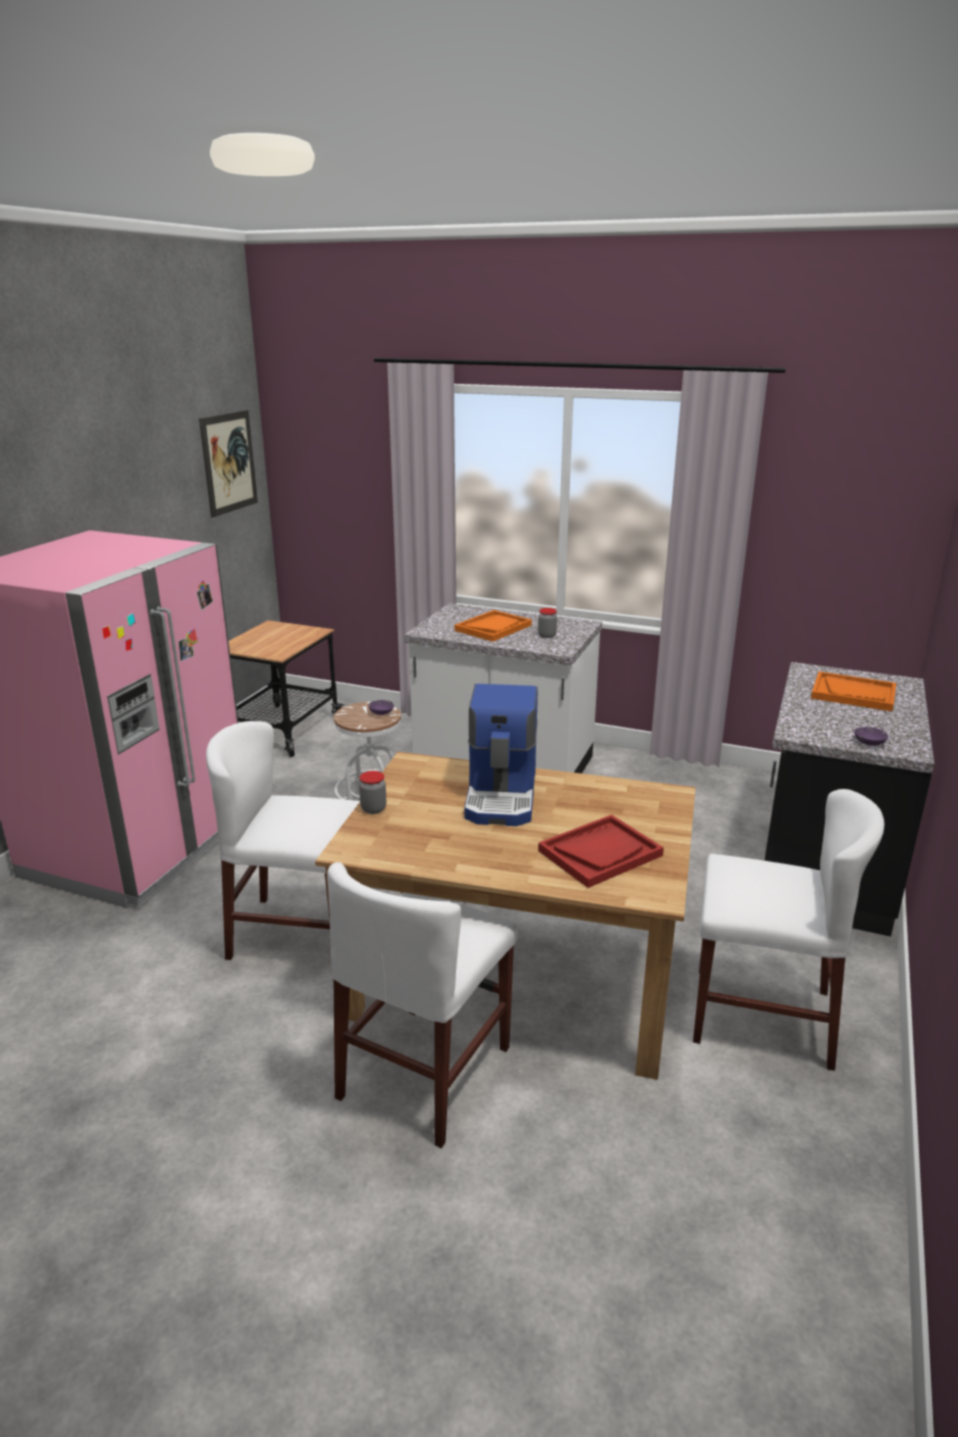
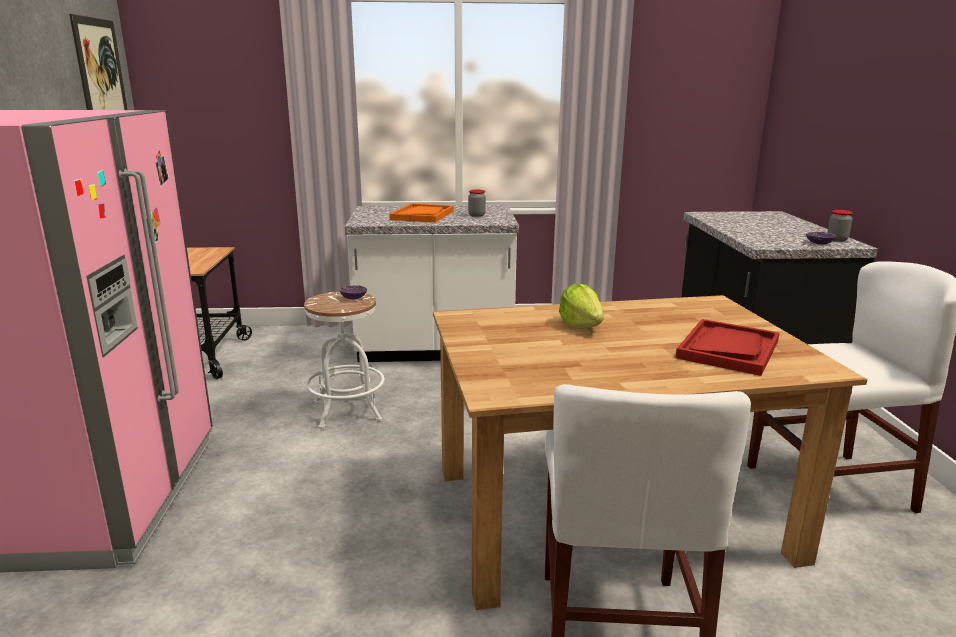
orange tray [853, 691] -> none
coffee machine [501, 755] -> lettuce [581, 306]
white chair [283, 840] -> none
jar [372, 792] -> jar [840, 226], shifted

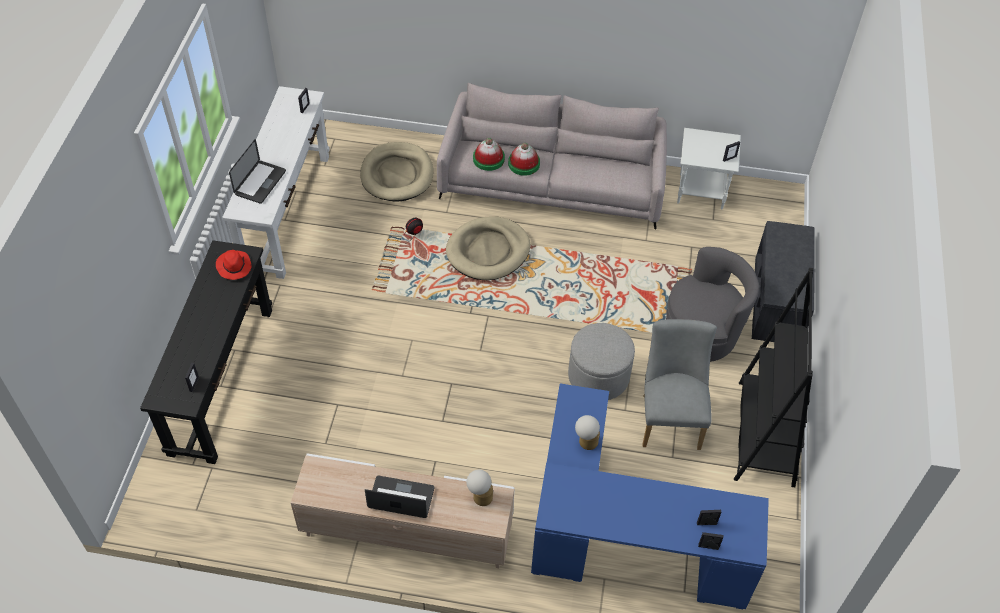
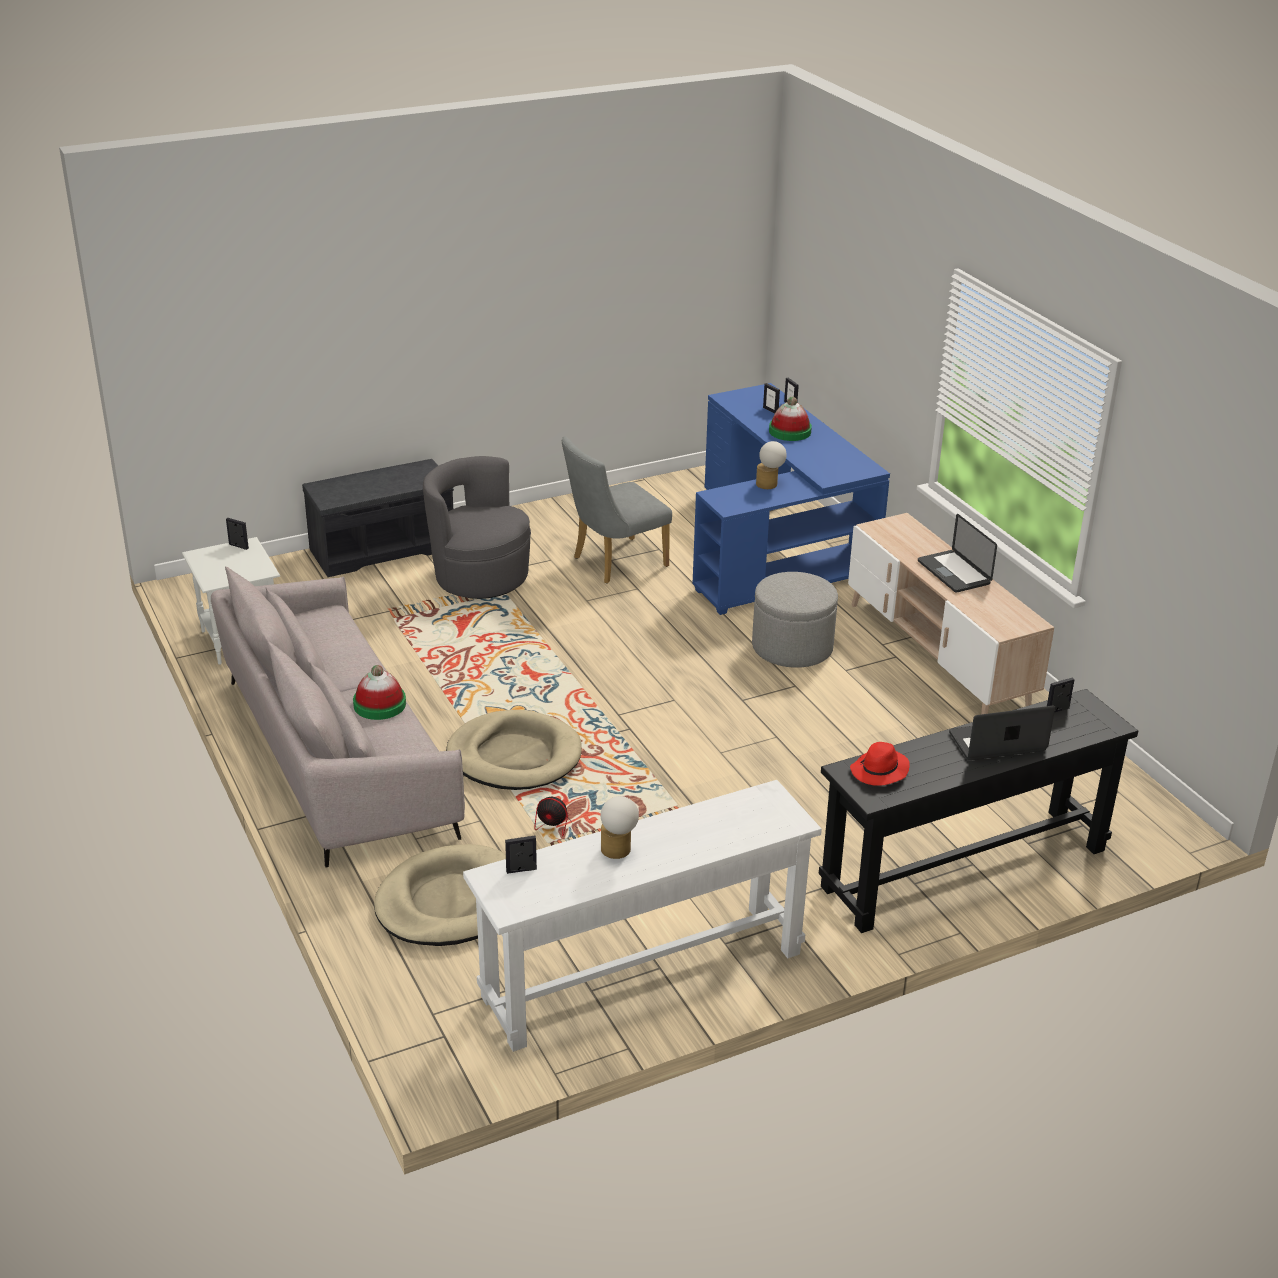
hat [489, 154] -> hat [790, 419], shifted
laptop [257, 171] -> laptop [1002, 733], shifted
black bookcase [773, 377] -> none
grey ottoman [601, 361] -> grey ottoman [795, 620], shifted
table lamp [479, 488] -> table lamp [620, 827], shifted

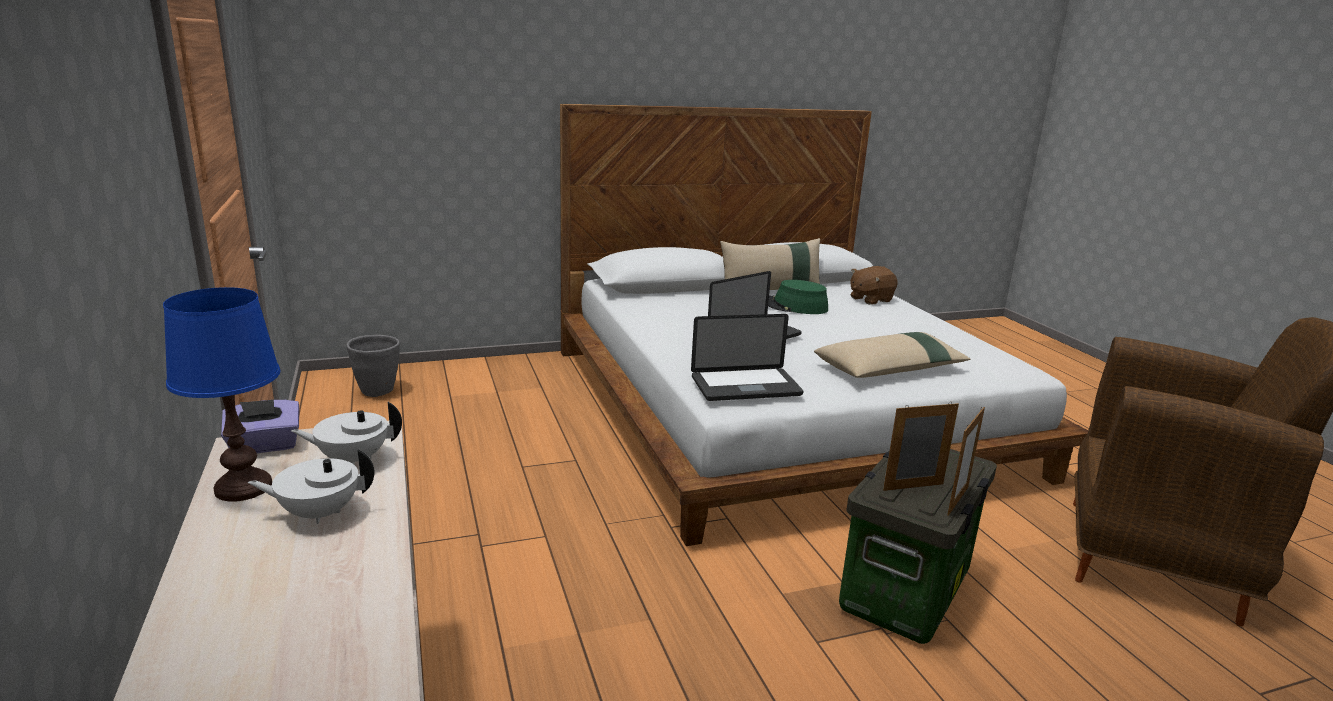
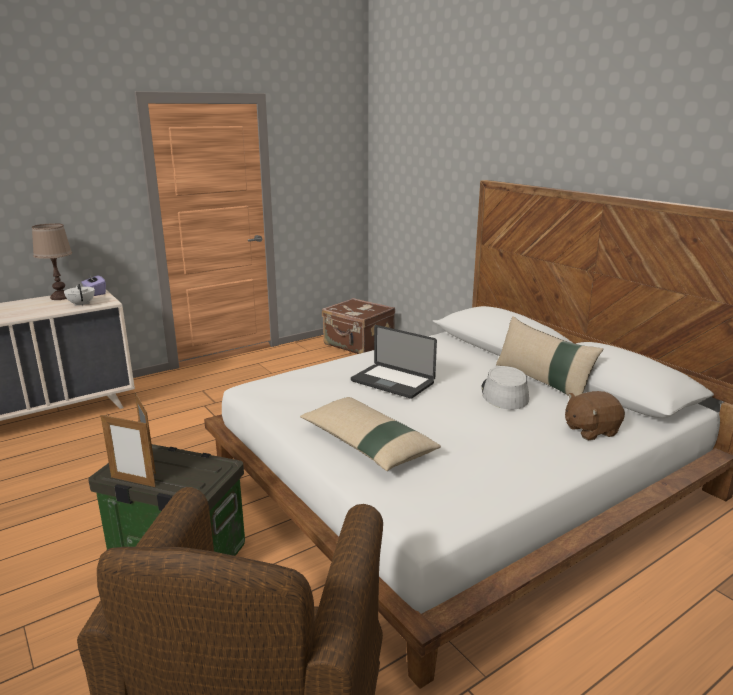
brown plush toy [874, 285] -> brown plush toy [595, 415], 60 degrees counterclockwise
green hat [798, 297] -> grey hat [505, 388]
blue table lamp [221, 394] -> brown table lamp [52, 261]
laptop [747, 357] -> none
grey planter [373, 366] -> brown suitcase [358, 326]
white teapot [311, 486] -> none

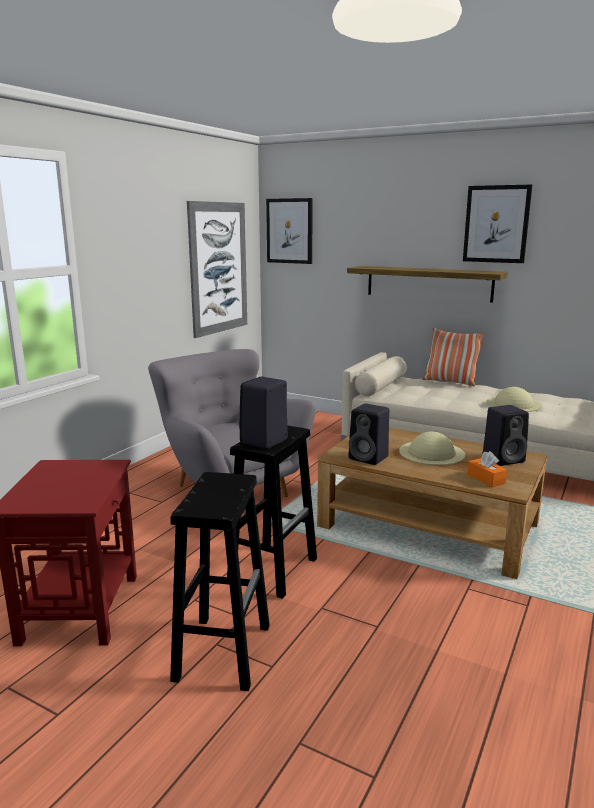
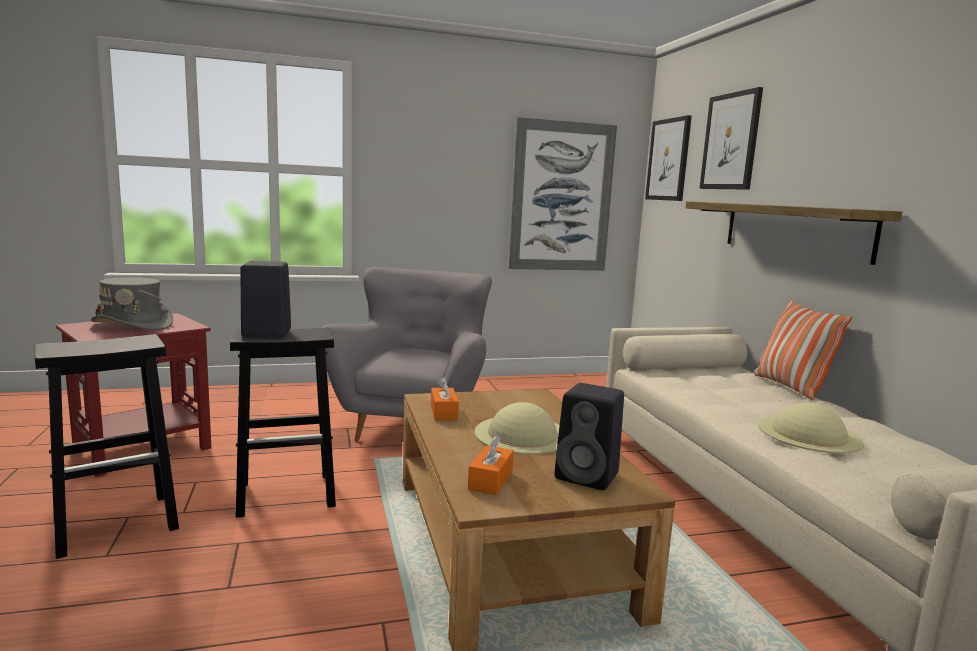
picture [497, 223] -> picture [731, 138], shifted
black speaker [369, 434] -> orange tissue box [445, 398]
none -> grey hat [132, 303]

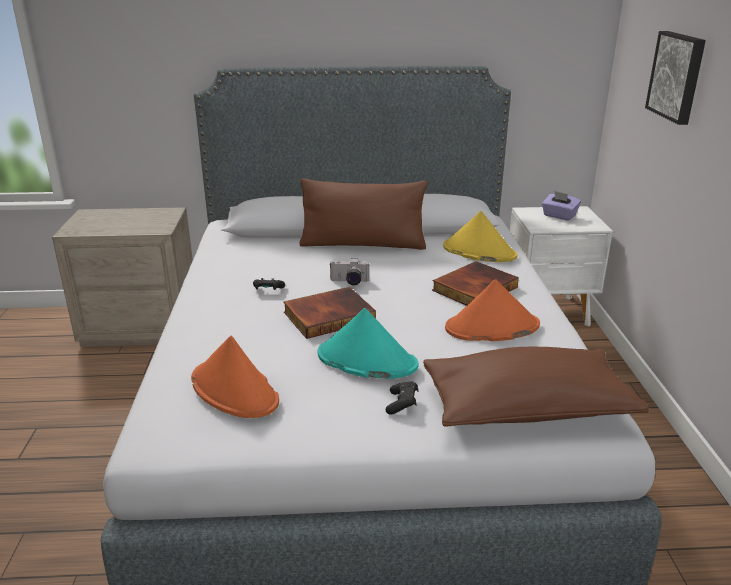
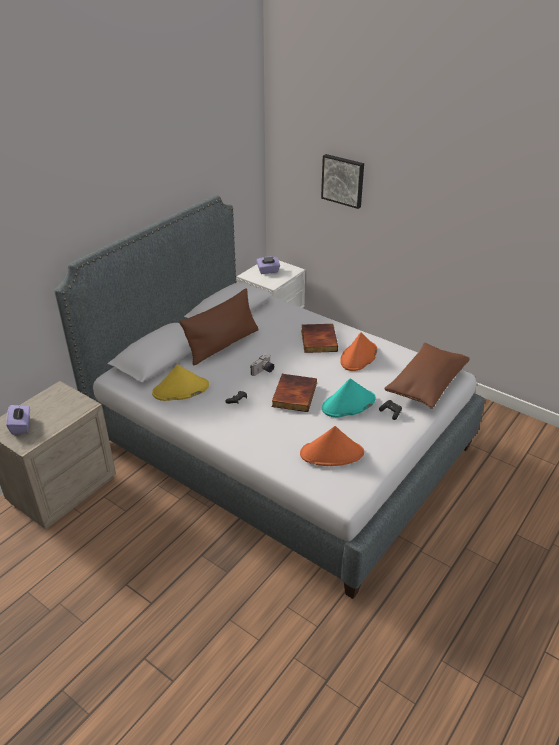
yellow hat [480, 236] -> yellow hat [180, 382], shifted
none -> purple tissue box [18, 419]

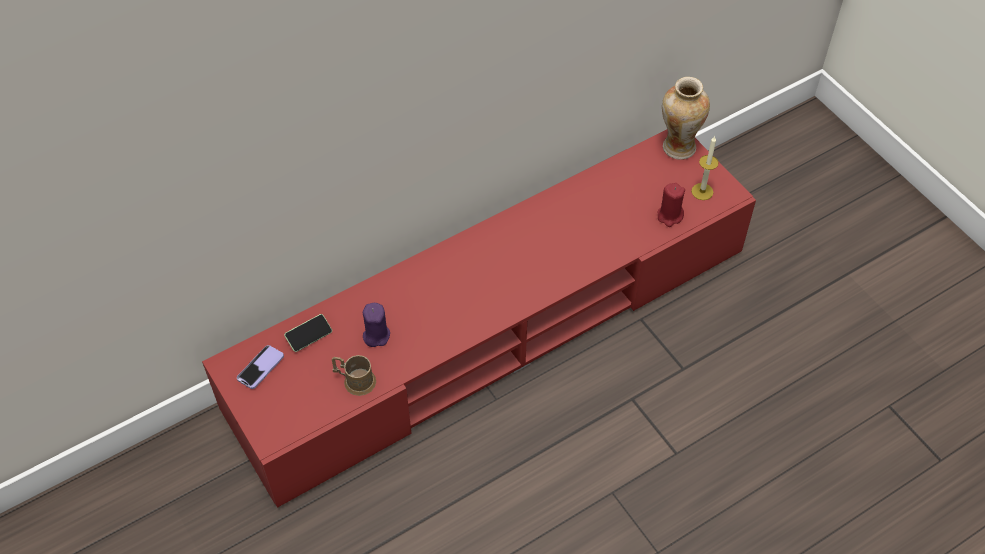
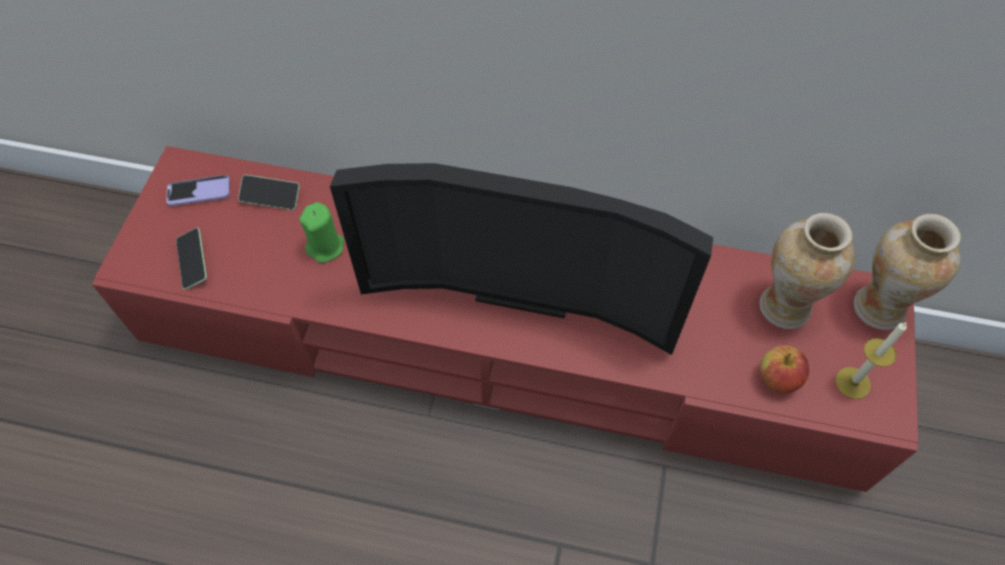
red candle [671, 205] -> apple [784, 369]
purple candle [376, 325] -> green candle [321, 232]
brown mug [354, 375] -> none
none -> television [521, 259]
none -> vase [807, 271]
none -> phone [191, 259]

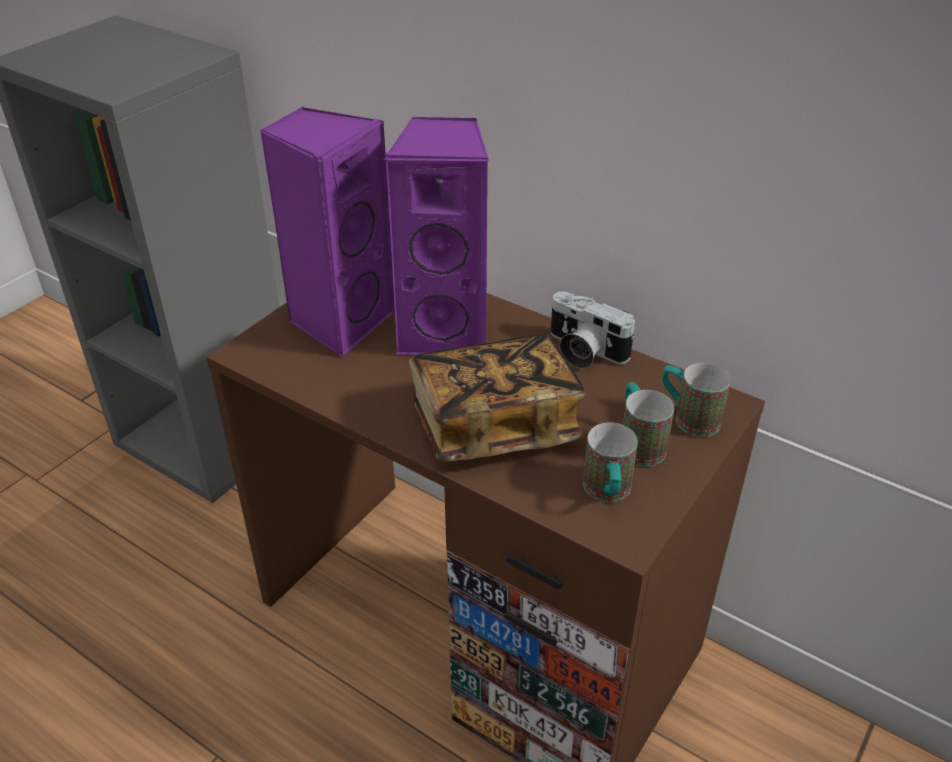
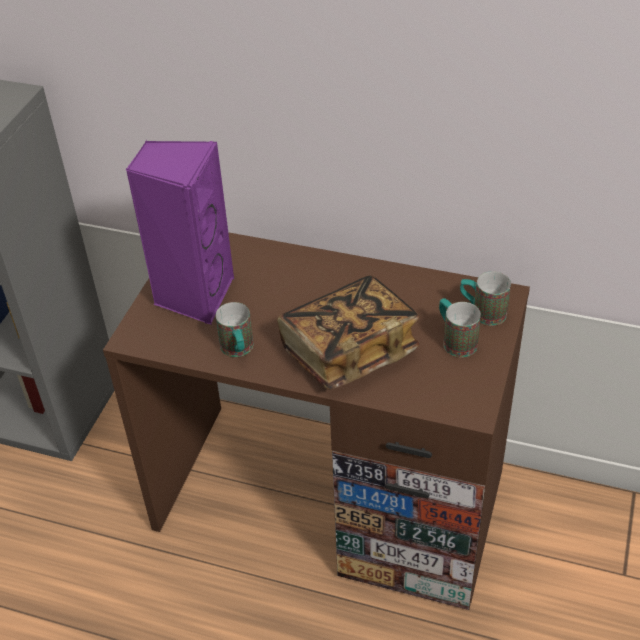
purple speaker [436, 236] -> none
photo camera [593, 330] -> none
mug [610, 462] -> mug [234, 329], shifted

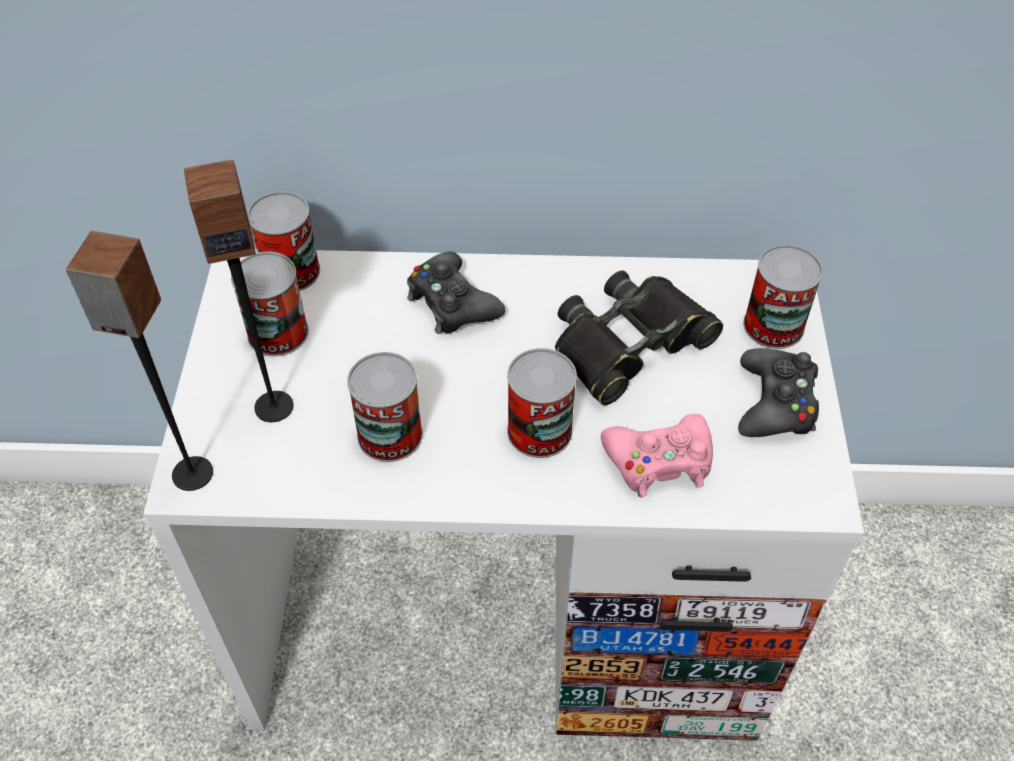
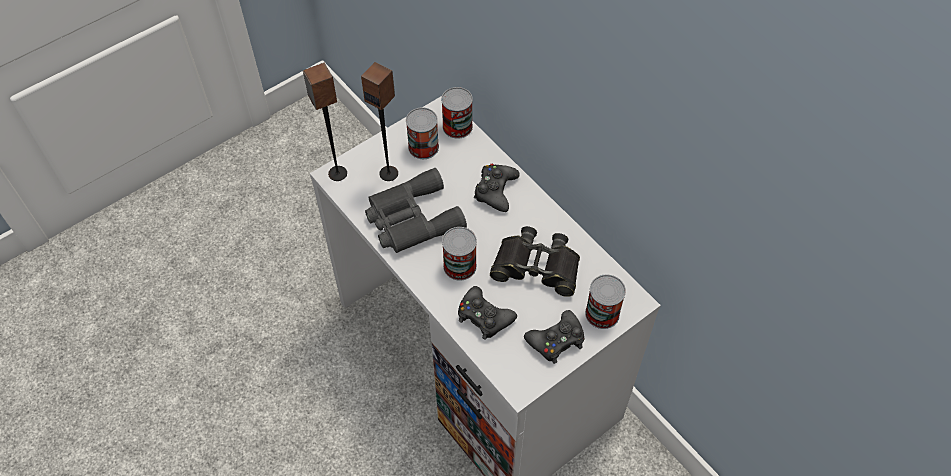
can [385, 407] -> grey binoculars [416, 210]
pink game controller [657, 455] -> black game controller [487, 313]

